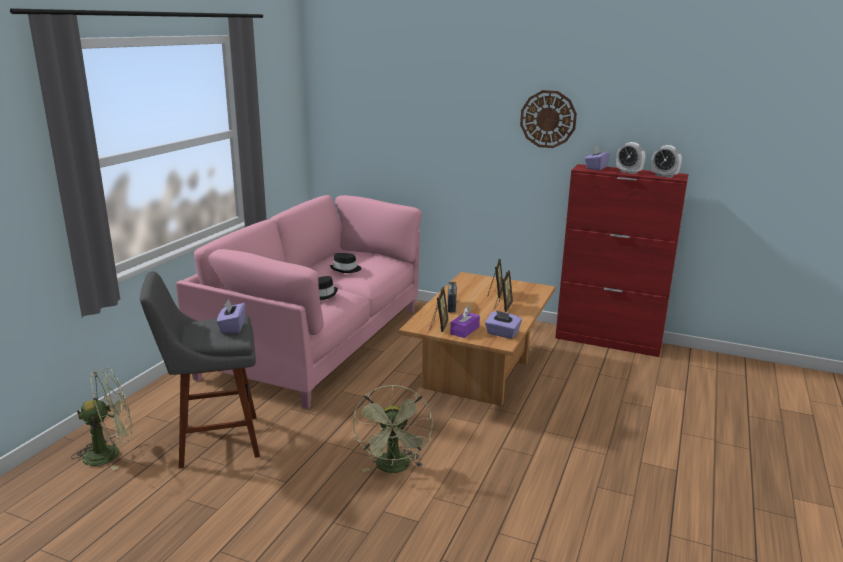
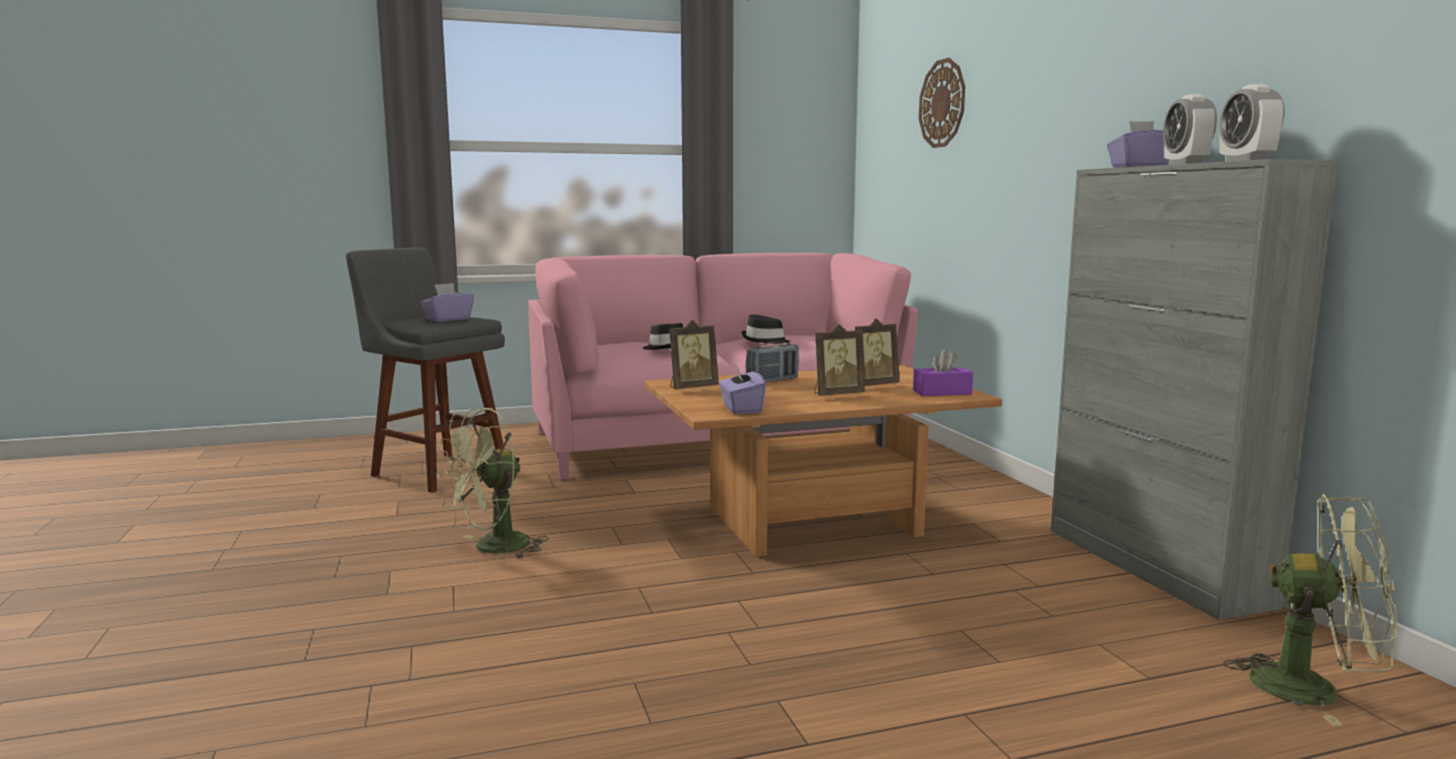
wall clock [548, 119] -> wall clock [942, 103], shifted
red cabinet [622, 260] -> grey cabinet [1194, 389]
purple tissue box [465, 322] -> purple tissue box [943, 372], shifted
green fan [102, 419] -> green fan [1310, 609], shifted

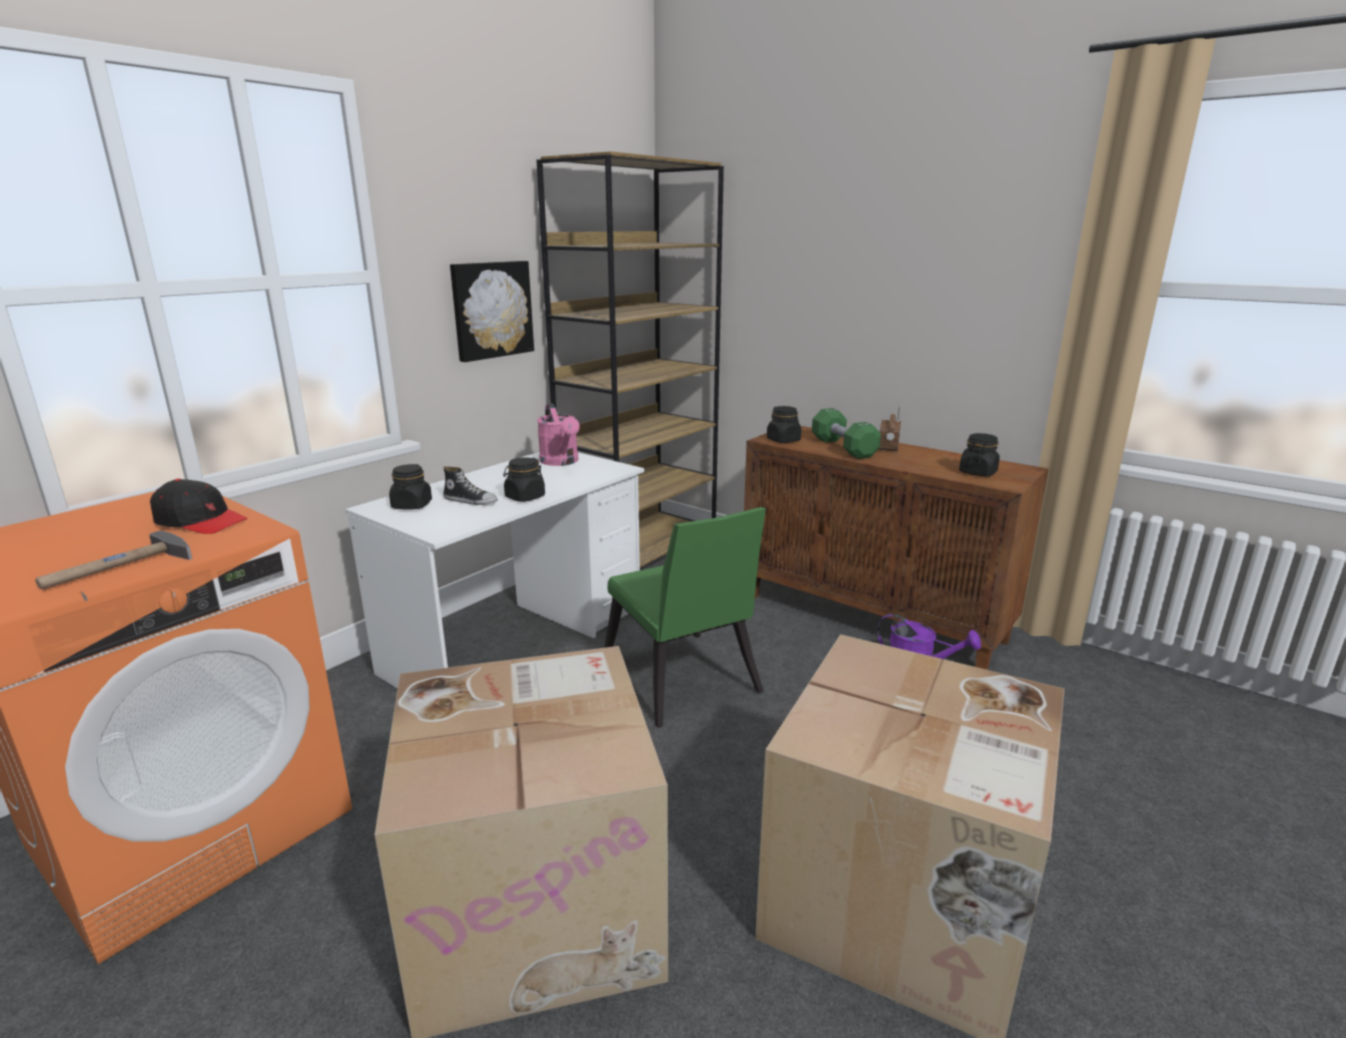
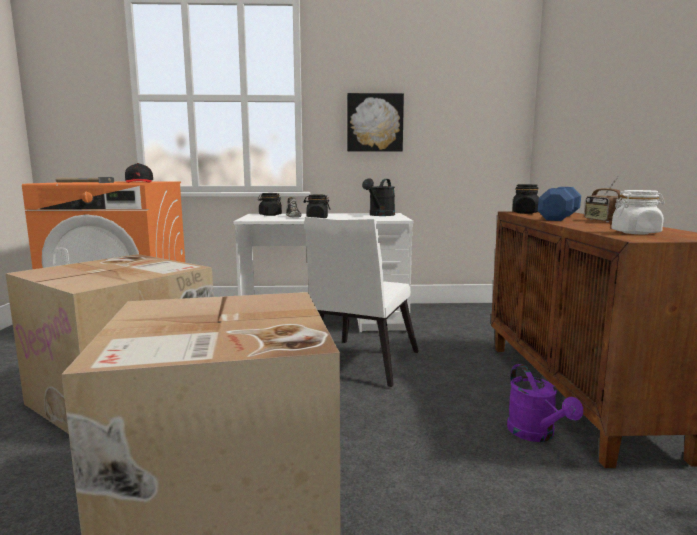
brown bookcase [630, 359] -> none
pink watering can [558, 434] -> black watering can [378, 197]
radio [889, 428] -> radio [603, 198], 75 degrees counterclockwise
green dumbbell [846, 433] -> blue dumbbell [559, 204]
black jar [979, 454] -> white jar [638, 212]
green chair [685, 617] -> white chair [362, 302]

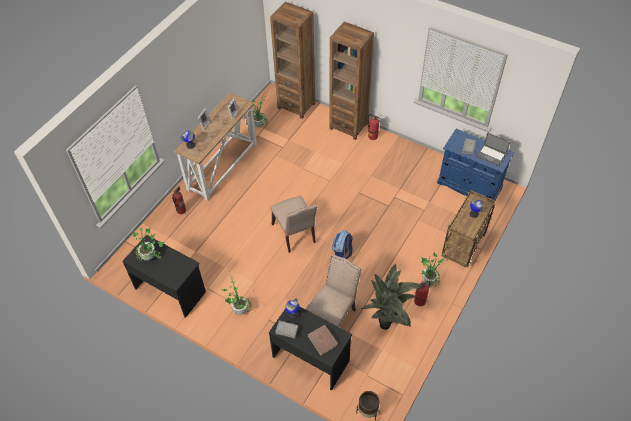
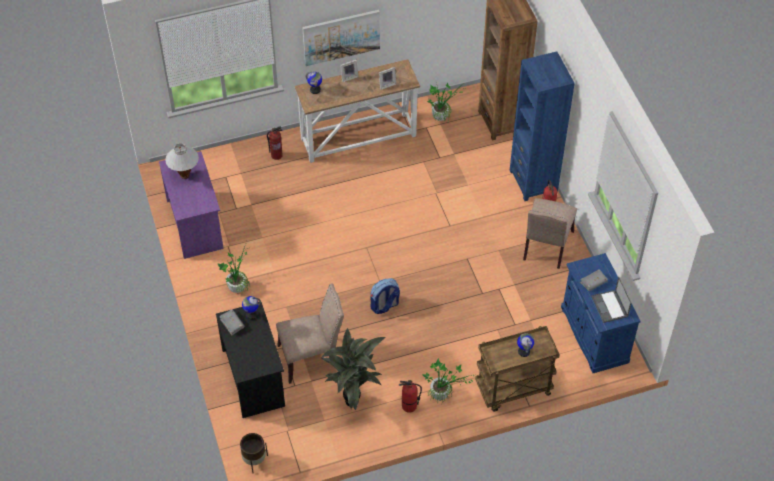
brown bookcase [351, 81] -> blue bookcase [542, 126]
beige chair [293, 224] -> beige chair [550, 233], shifted
potted plant [148, 245] -> white table lamp [182, 161]
black desk [164, 276] -> purple desk [191, 205]
brown book [323, 340] -> none
none -> picture [341, 38]

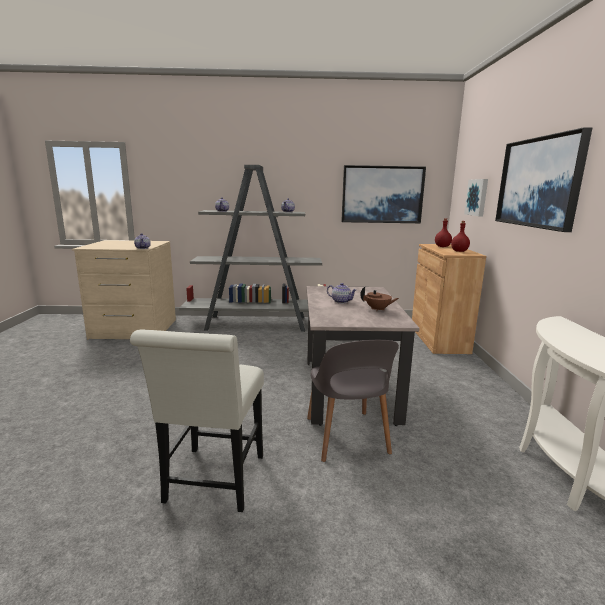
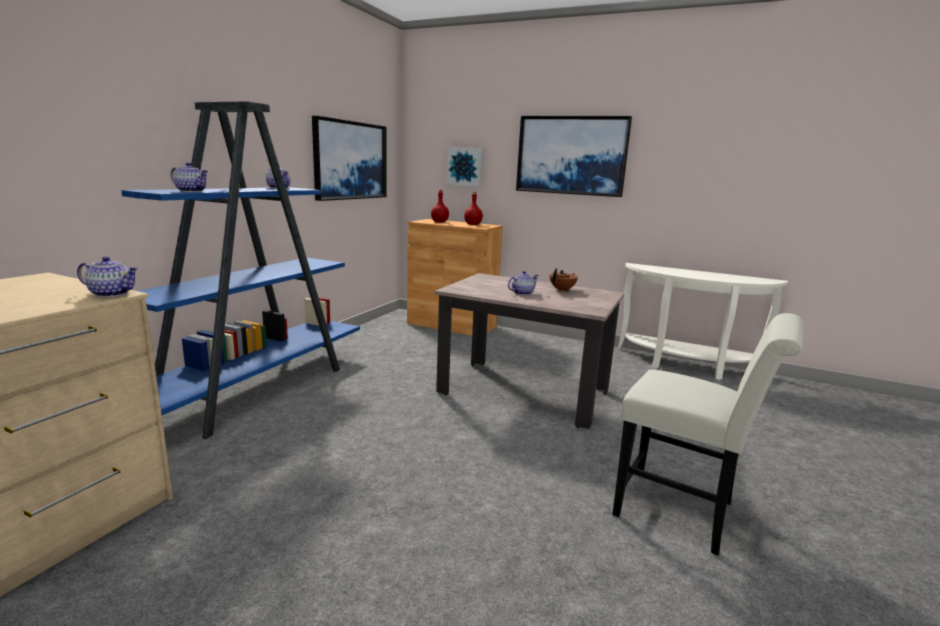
grey bookcase [252, 248] -> blue bookcase [240, 270]
grey chair [353, 401] -> none

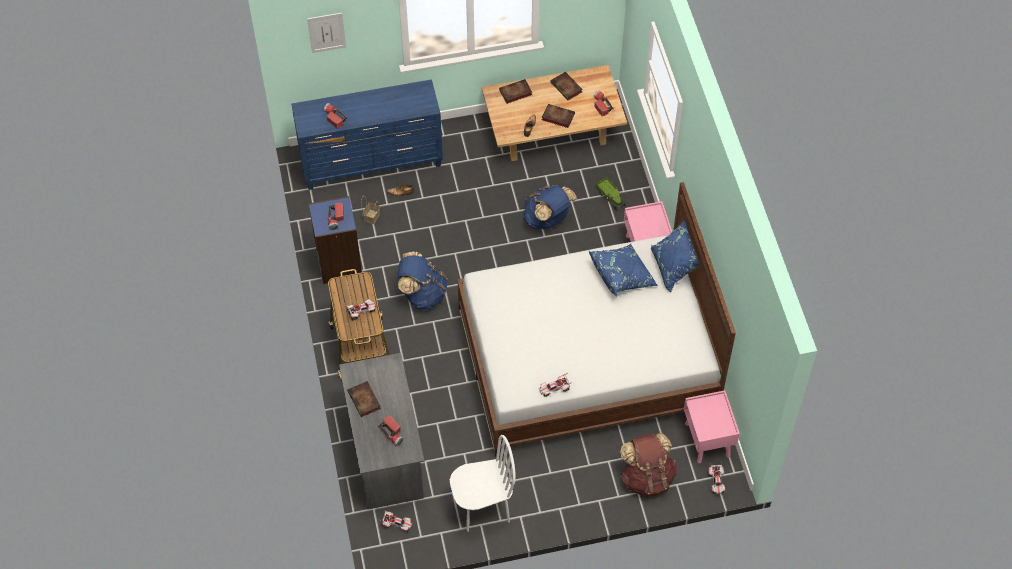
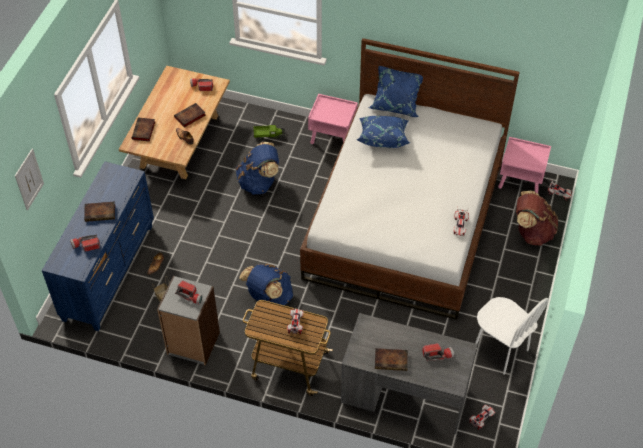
book [566, 86] -> book [99, 212], shifted
blue bookcase [335, 240] -> grey bookcase [188, 320]
white chair [483, 483] -> white chair [512, 336], 120 degrees clockwise

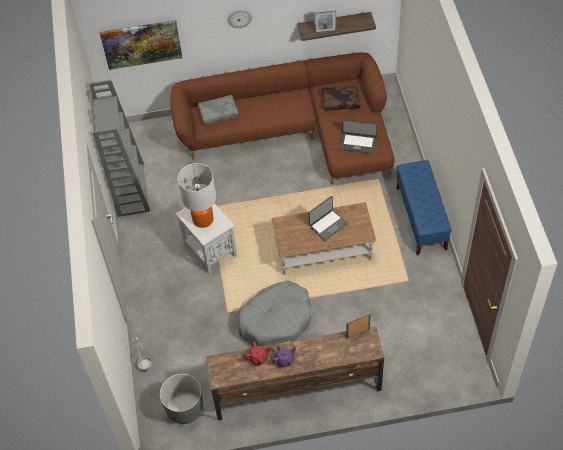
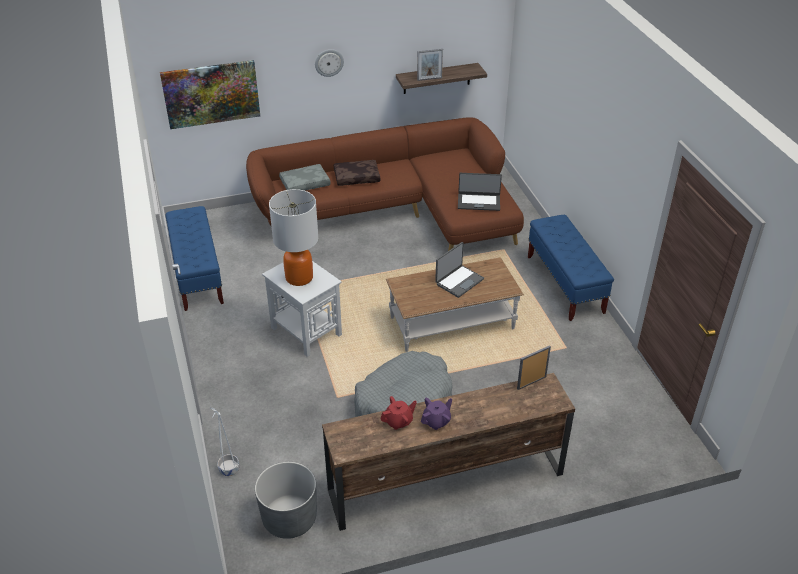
grey bookcase [119, 148] -> blue bench [194, 258]
brown pillow [341, 98] -> brown pillow [357, 173], shifted

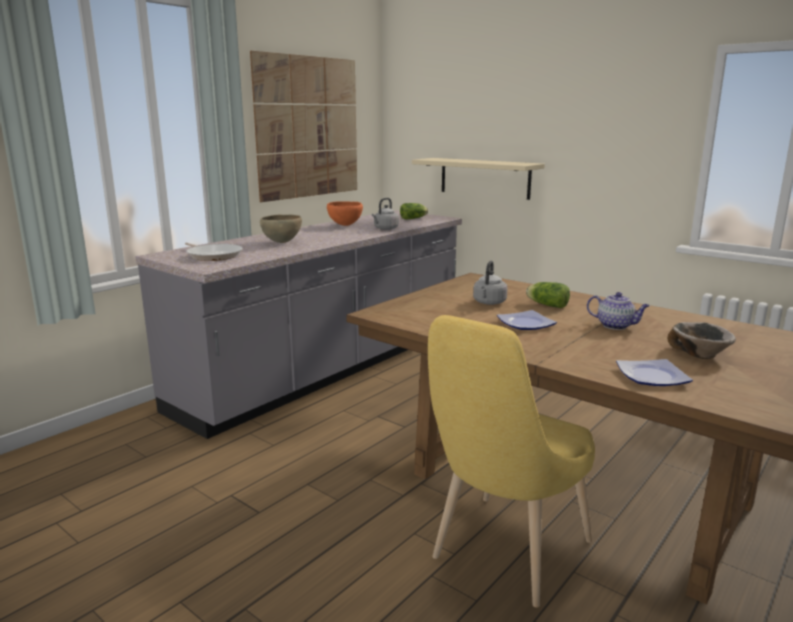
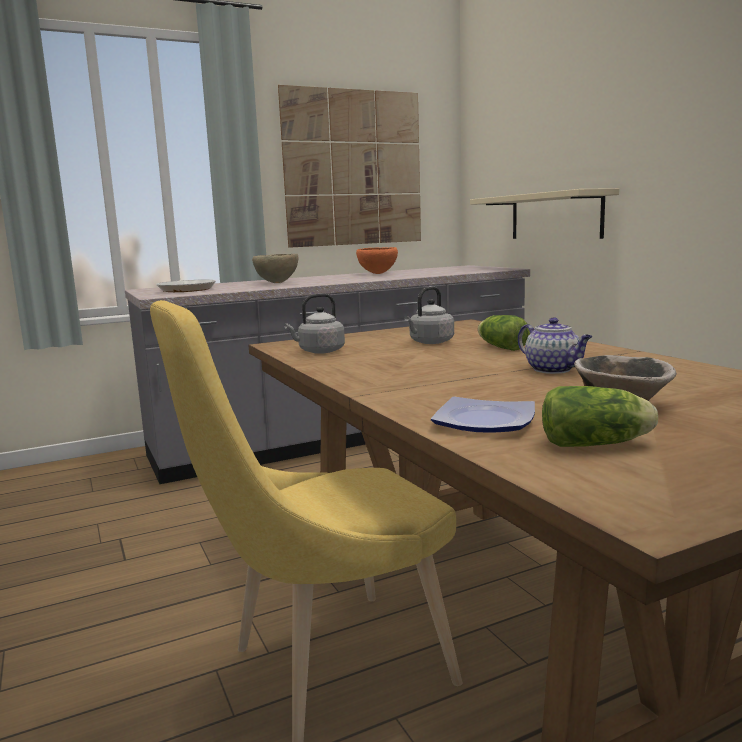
grey kettle [385, 214] -> grey kettle [314, 323], shifted
lettuce [414, 211] -> lettuce [600, 416], shifted
plate [527, 320] -> none

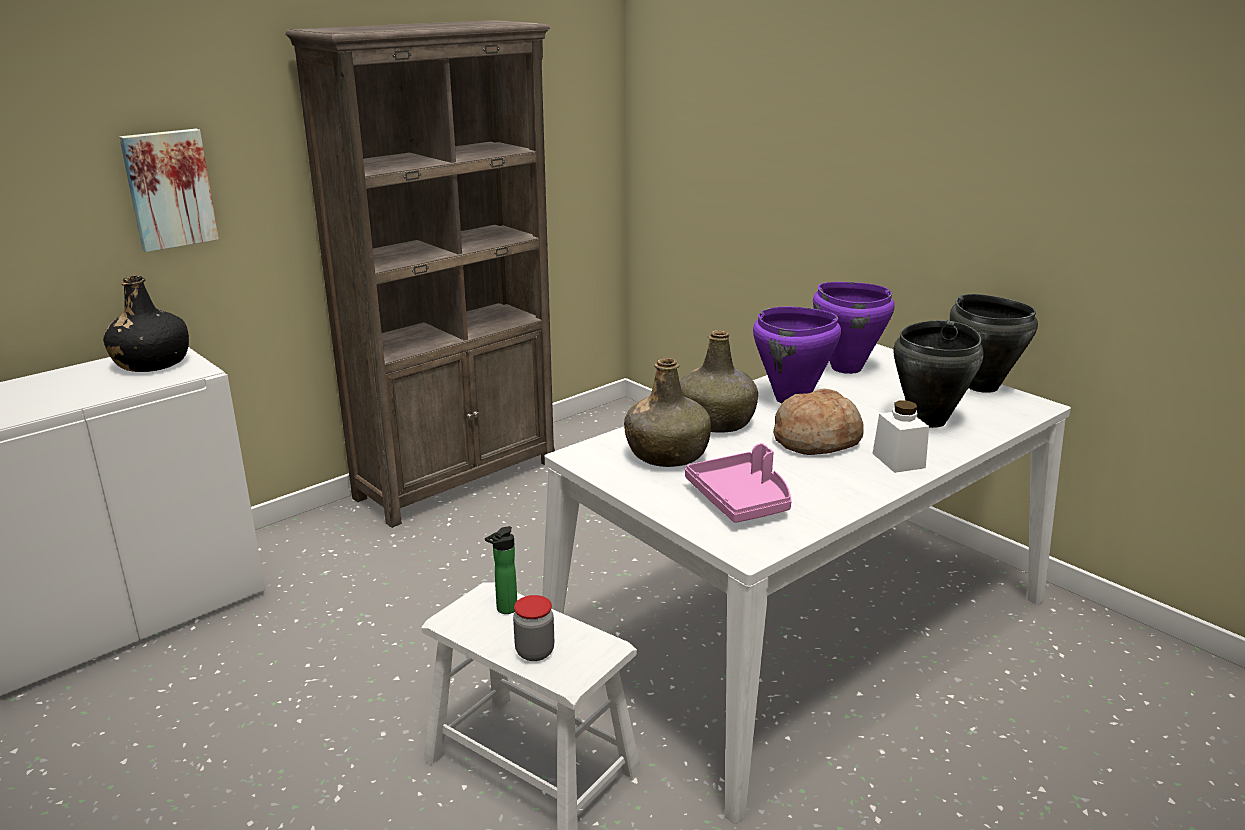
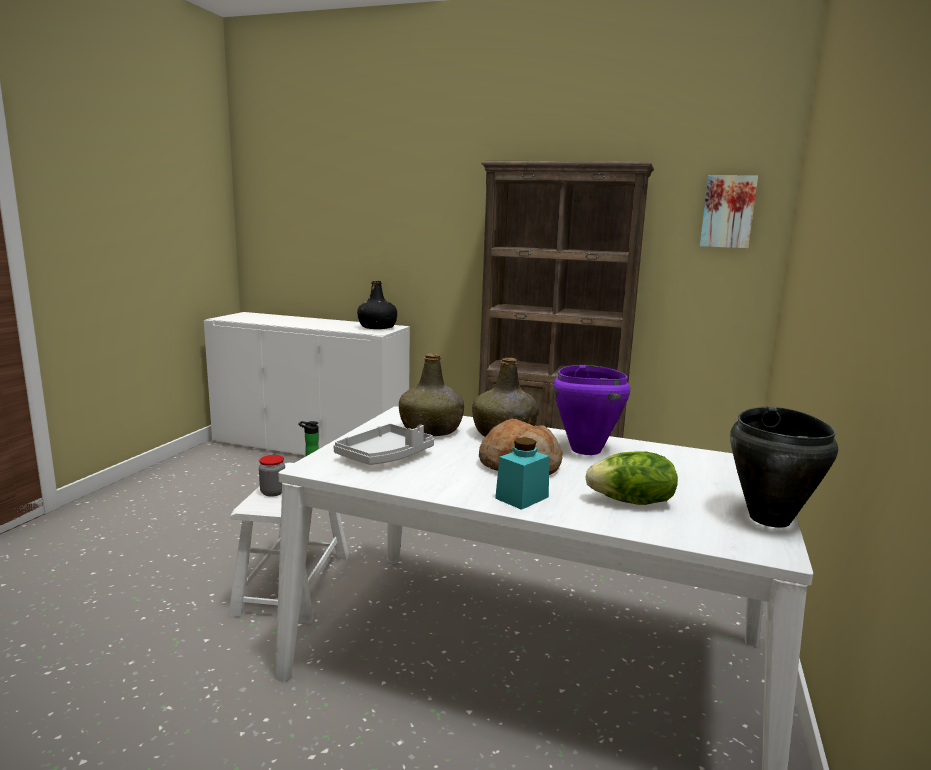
picture [169, 190] -> picture [729, 212], shifted
purple cooking pot [854, 328] -> none
black cooking pot [939, 374] -> lettuce [632, 478]
white jar [900, 436] -> turquoise jar [522, 473]
pink tray [738, 483] -> grey tray [383, 444]

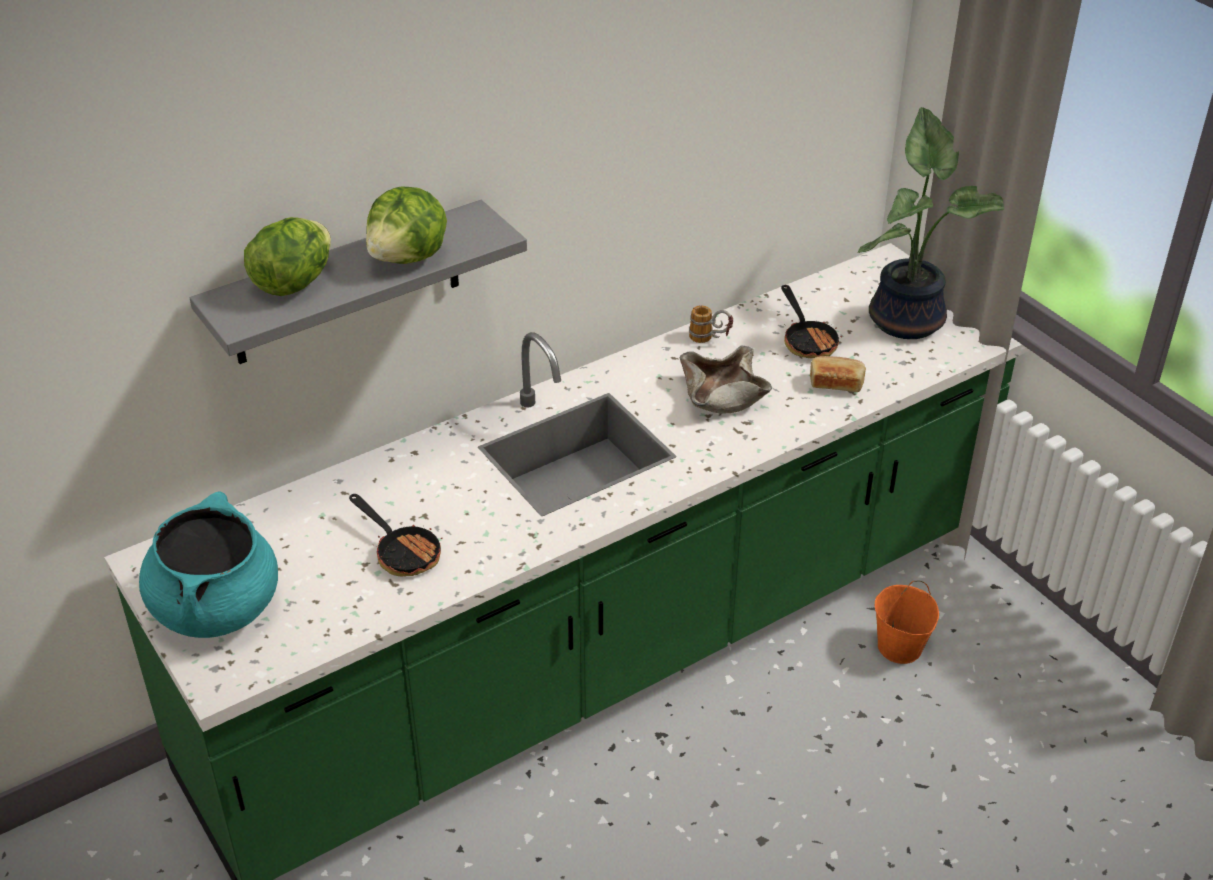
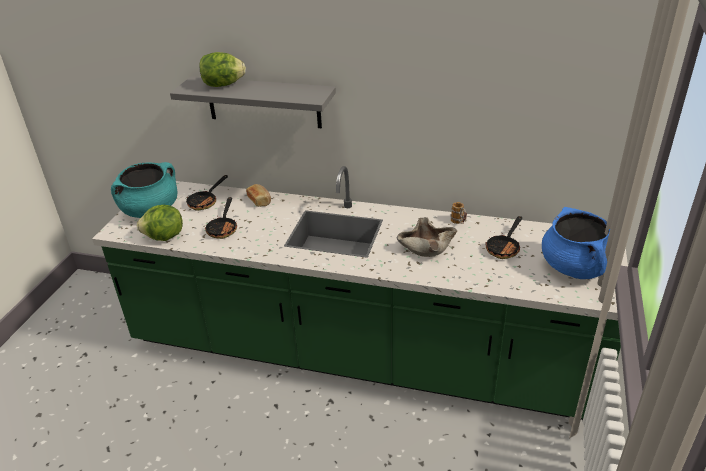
potted plant [931, 223] -> blue cooking pot [576, 243]
lettuce [406, 225] -> lettuce [160, 223], shifted
bread [838, 374] -> bread [258, 195], shifted
orange bucket [907, 622] -> none
none -> frying pan [207, 193]

